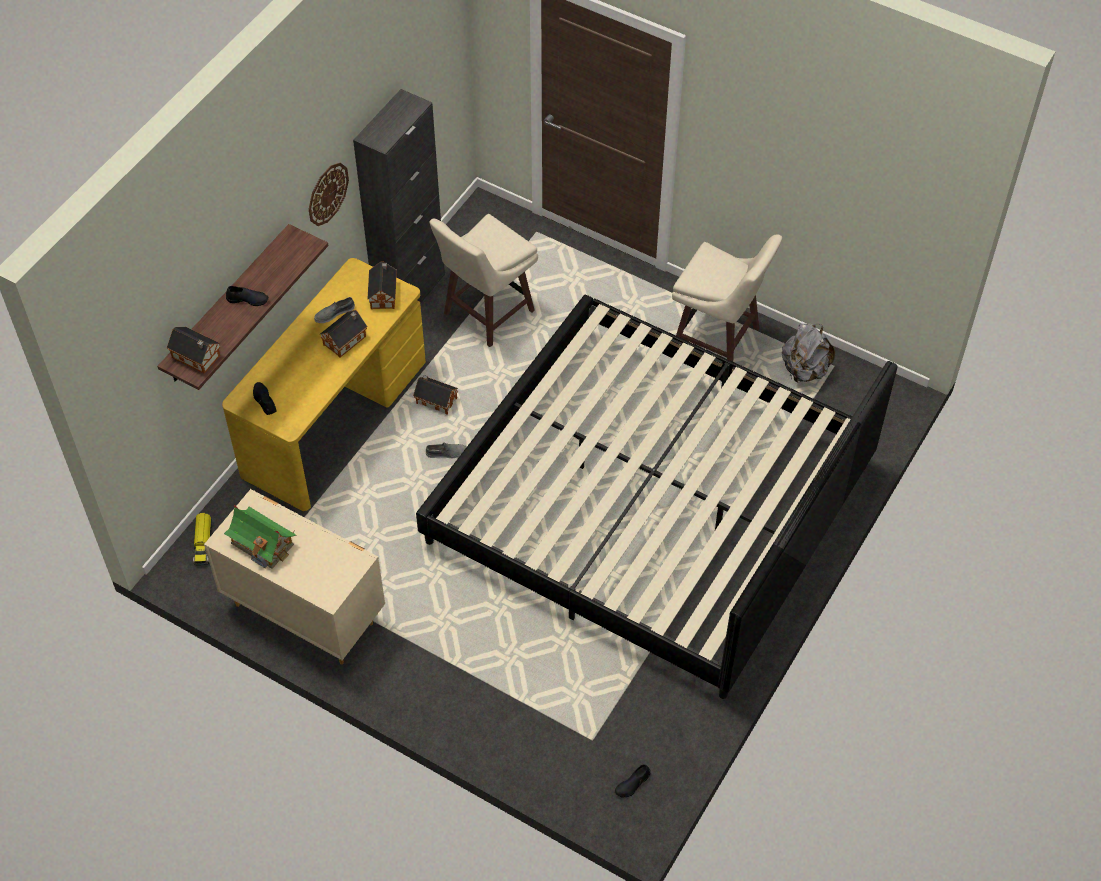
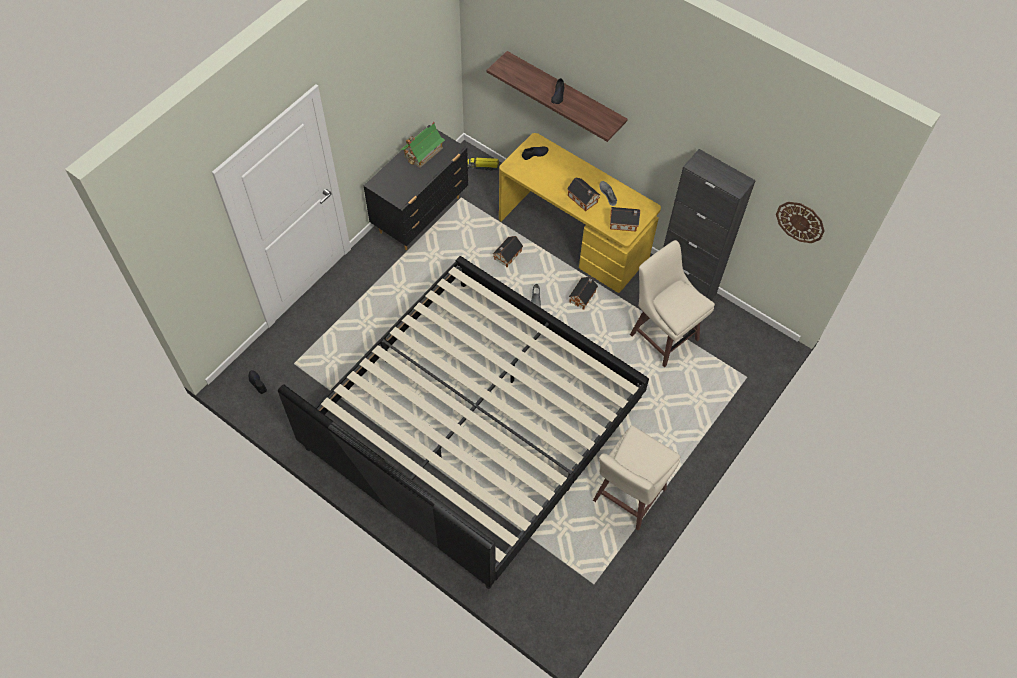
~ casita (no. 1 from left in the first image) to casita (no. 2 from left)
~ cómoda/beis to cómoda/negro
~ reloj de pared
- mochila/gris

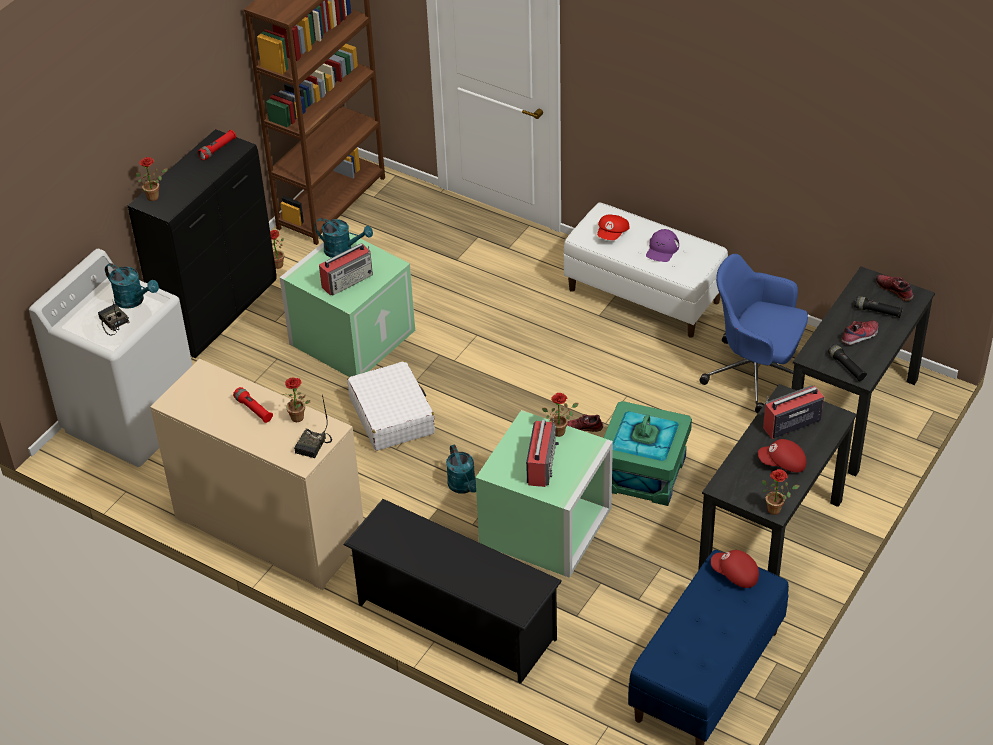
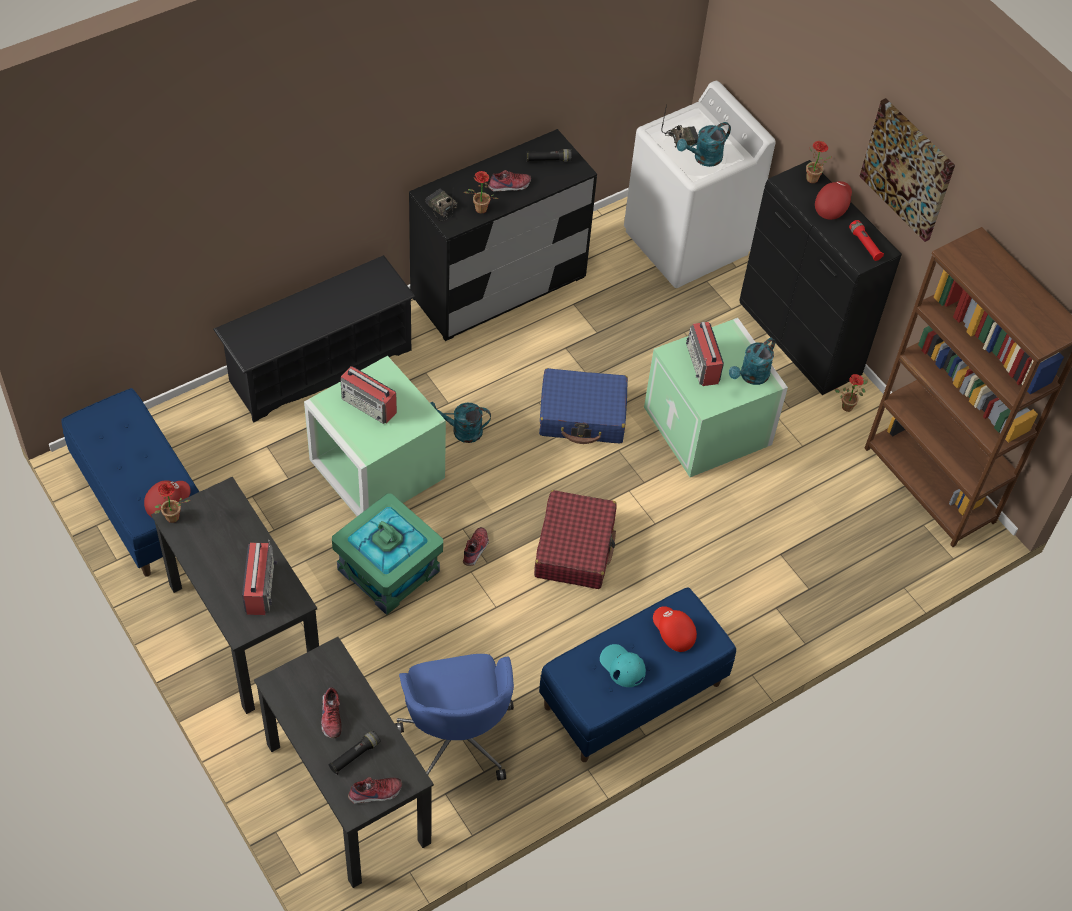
~ cómoda/beis to cómoda/negro
~ linterna/rojo (no. 2 from left) to zapato (no. 4 from left)
~ maleta/blanco to maleta/azul
- planta en maceta (no. 4 from left)
~ banco/blanco to banco/azul (no. 2 from left)
~ gorra/morado to gorra/turquesa
~ silla de oficina/azul 120 degrees clockwise
~ gorra/rojo (no. 3 from left)
~ linterna/negro (no. 1 from left in the first image) to linterna/negro (no. 2 from left)
+ maleta/rojo
+ cuadro

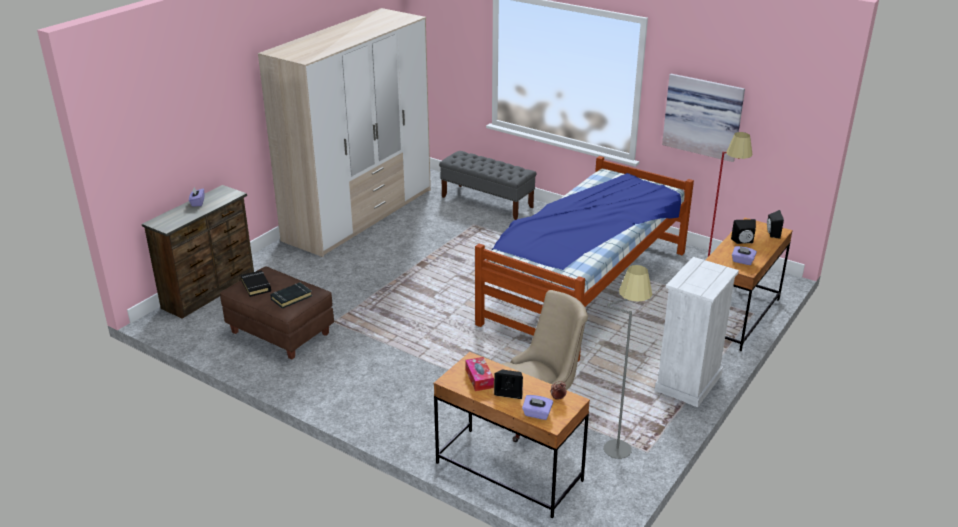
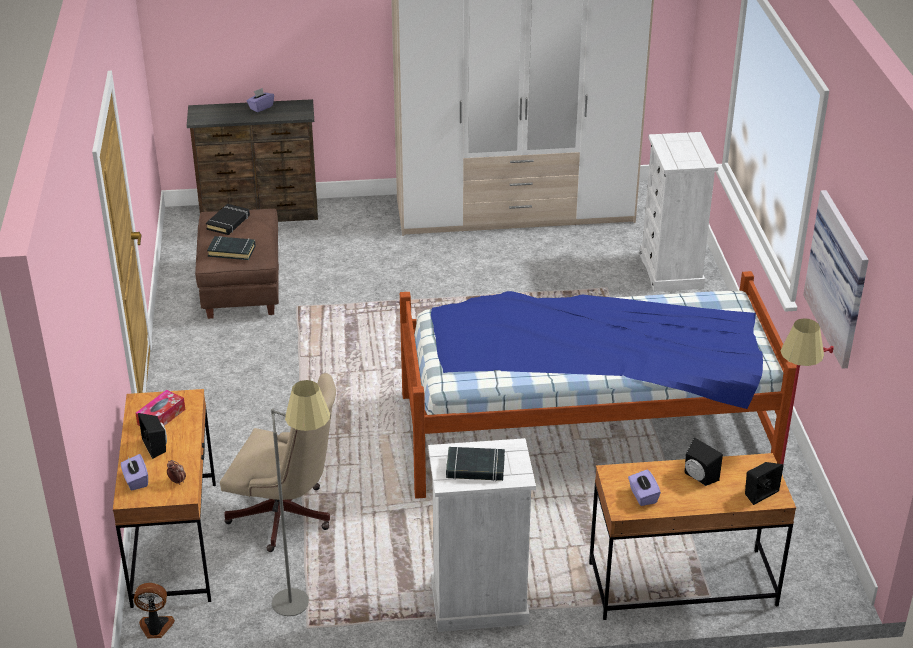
~ banco/gris to cómoda/blanco (no. 2 from left)
+ ventilador
+ libro/negro (no. 3 from left)

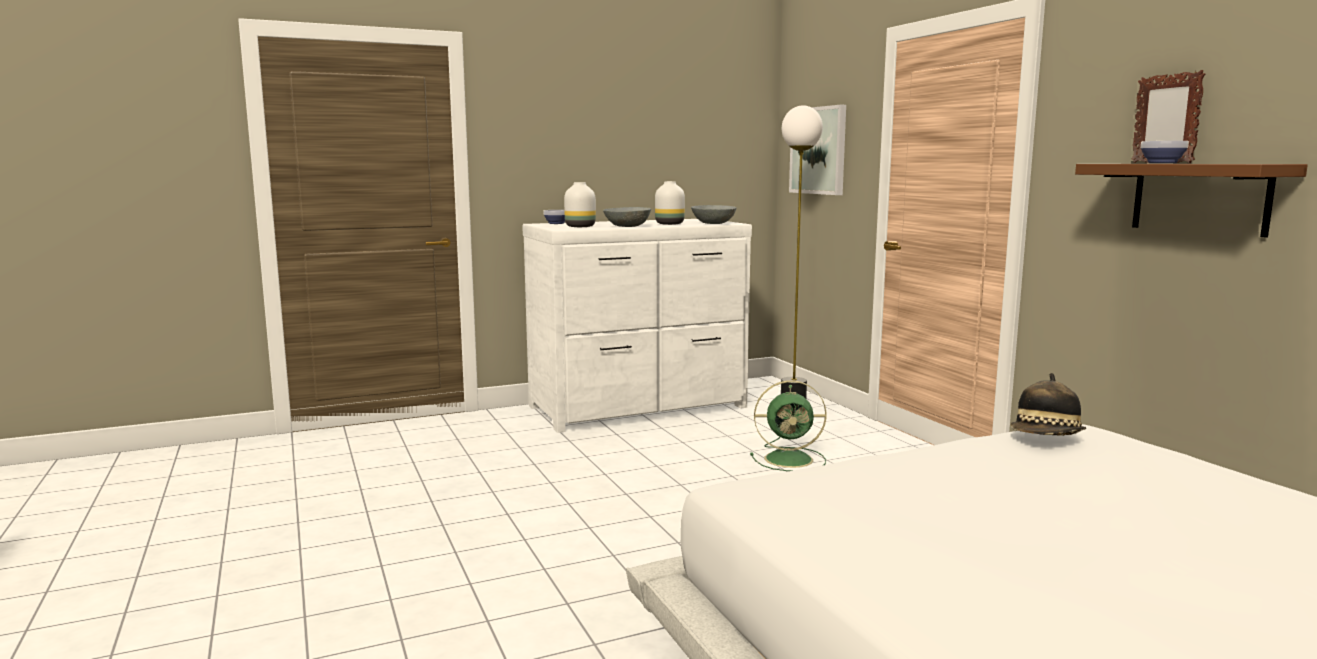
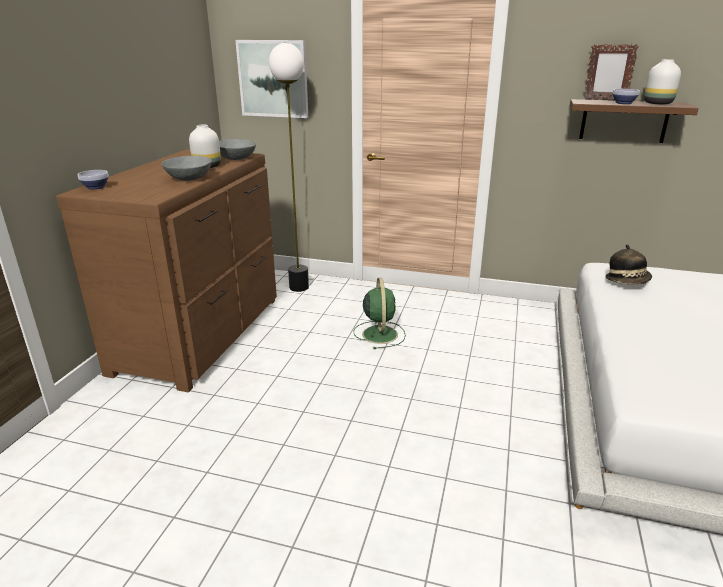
~ cómoda/blanco to cómoda/marrón
~ florero/blanco (no. 1 from left in the first image) to florero/blanco (no. 2 from left)
~ ventilador/verde 45 degrees counterclockwise

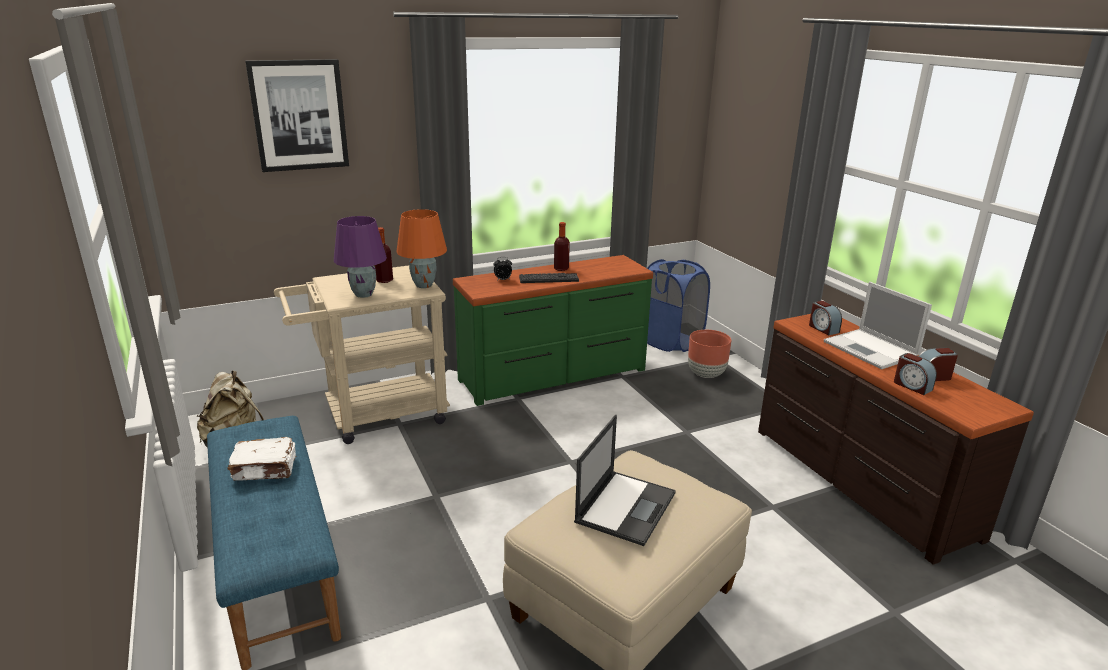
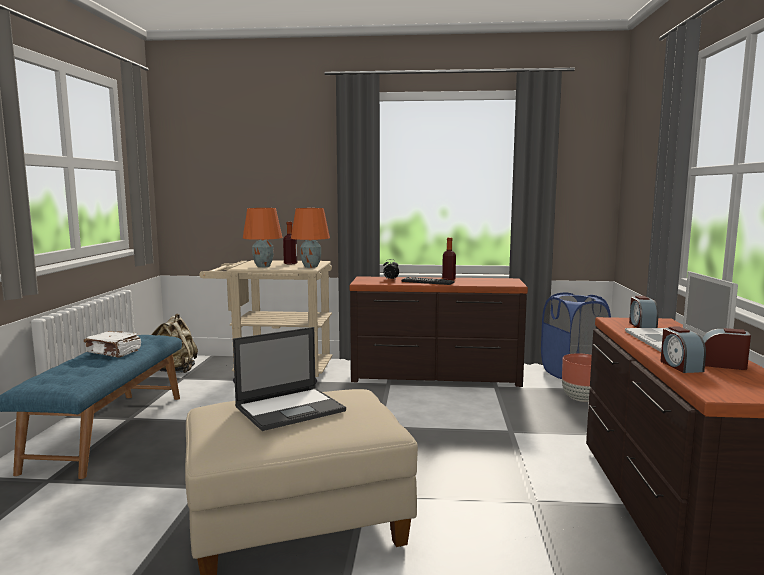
- cuadro
~ lámpara de mesa/morado to lámpara de mesa/naranja (no. 1 from left)
~ cómoda/verde to cómoda/marrón (no. 1 from left)

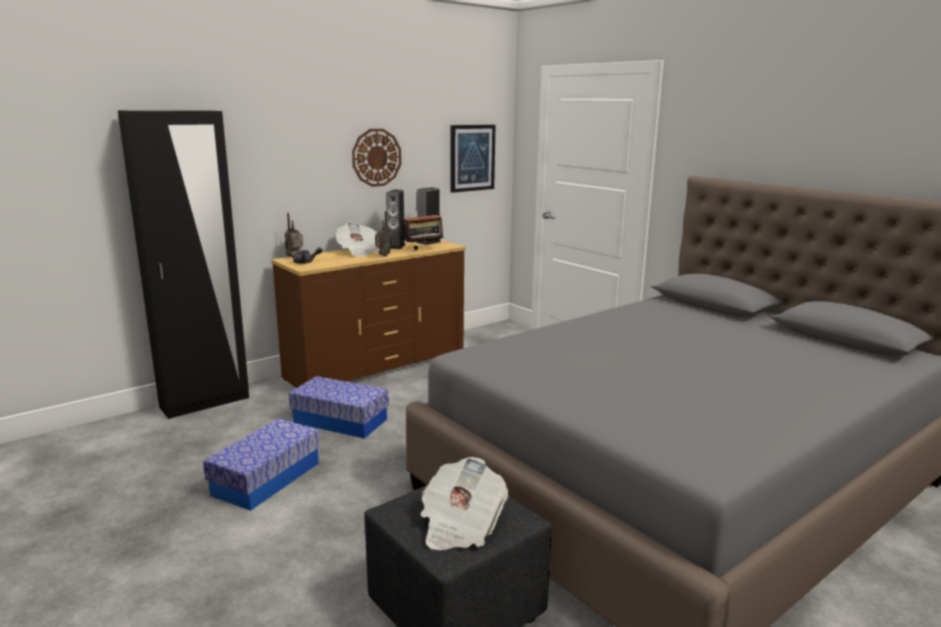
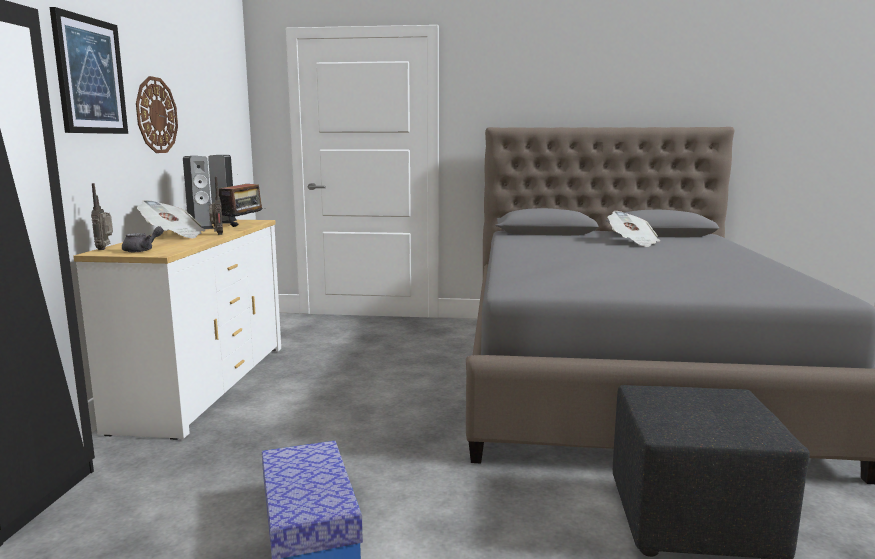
~ cómoda/marrón to cómoda/blanco
- caja de almacenaje (no. 2 from left)
~ periódico (no. 2 from left)
~ cuadro

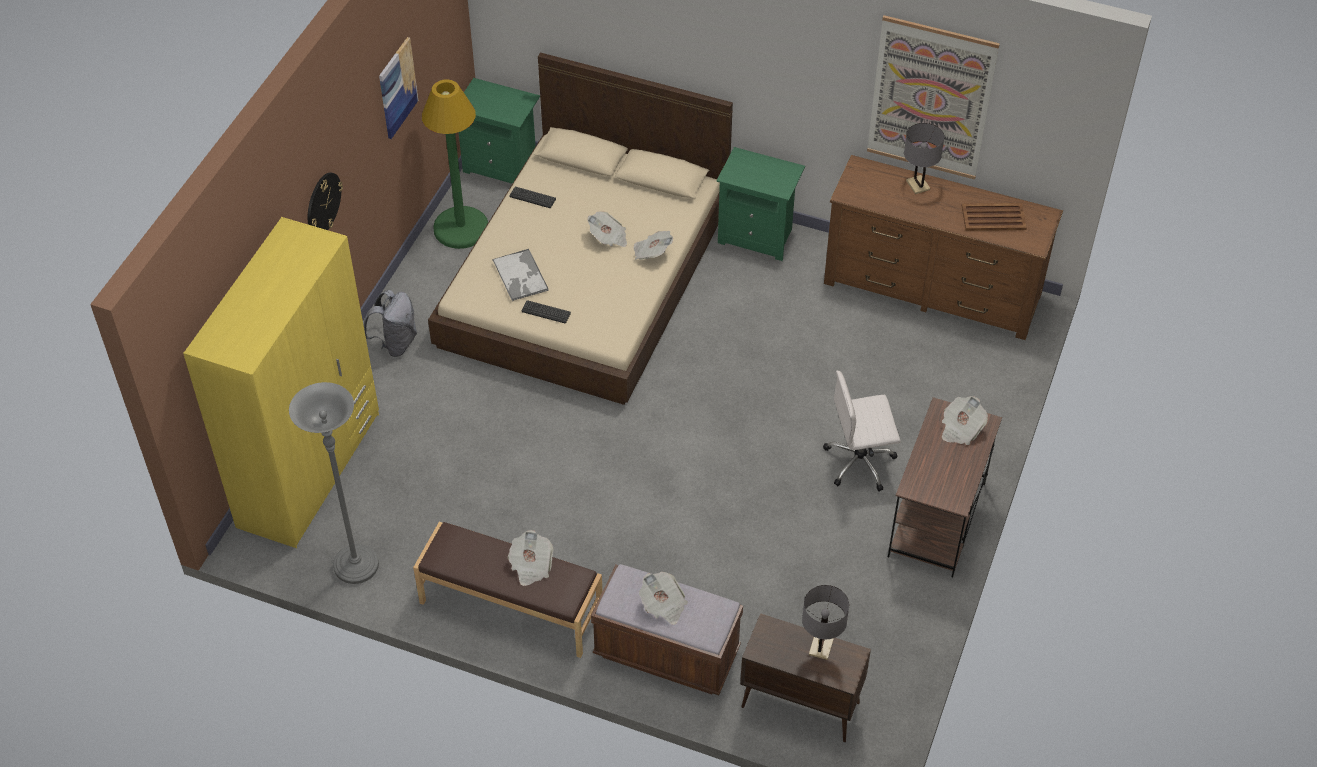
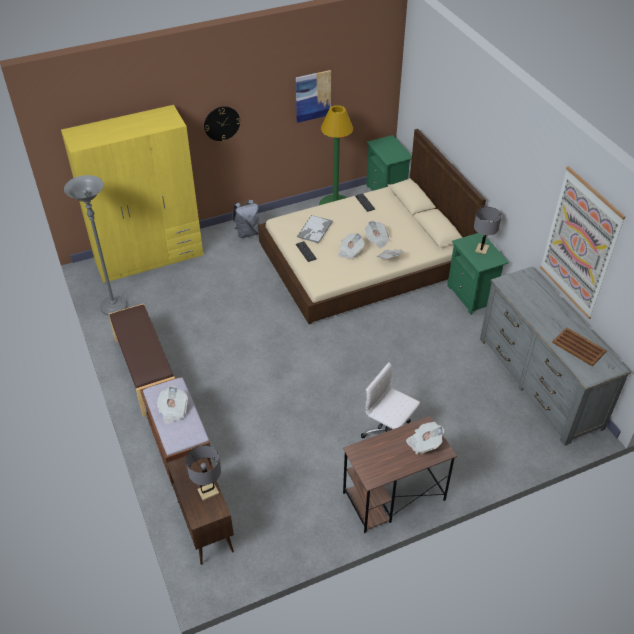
~ periódico (no. 1 from left in the first image) to periódico (no. 2 from left)
~ cómoda/marrón to cómoda/gris
~ lámpara de mesa/gris (no. 2 from left)

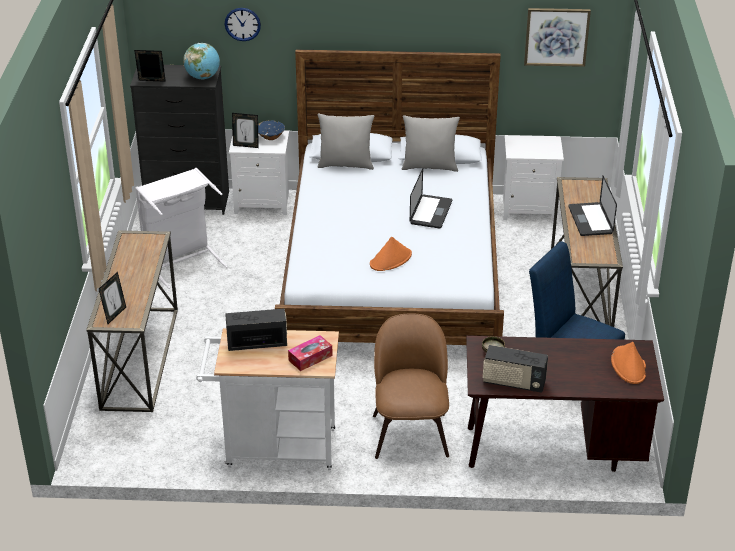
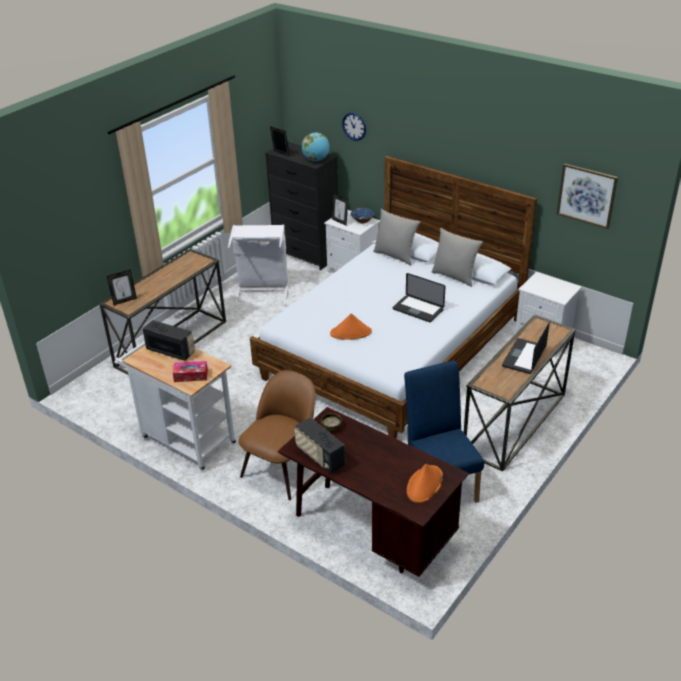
~ portátil (no. 1 from left) 75 degrees clockwise

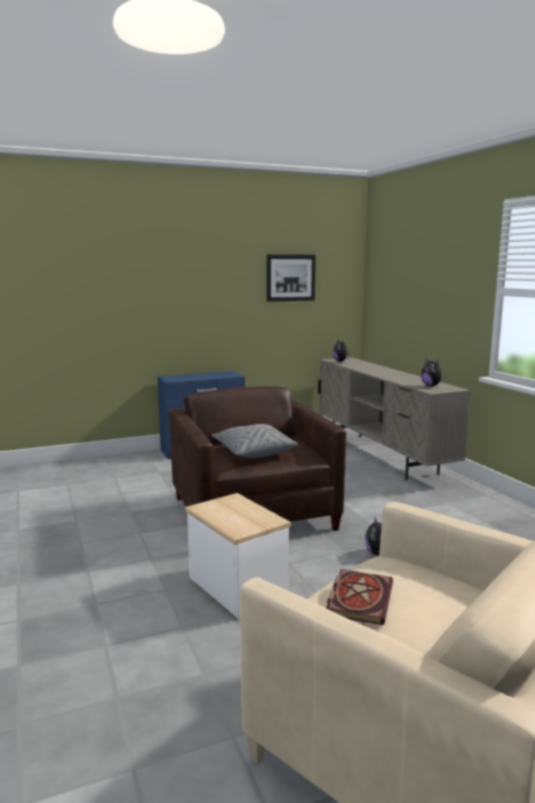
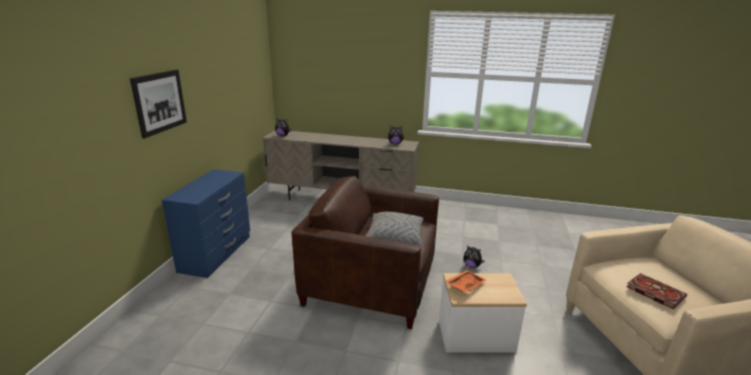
~ cuadro
+ bandeja/naranja

